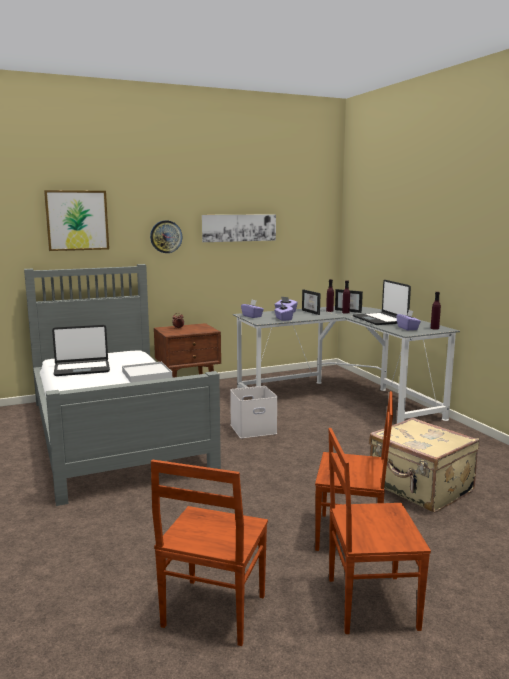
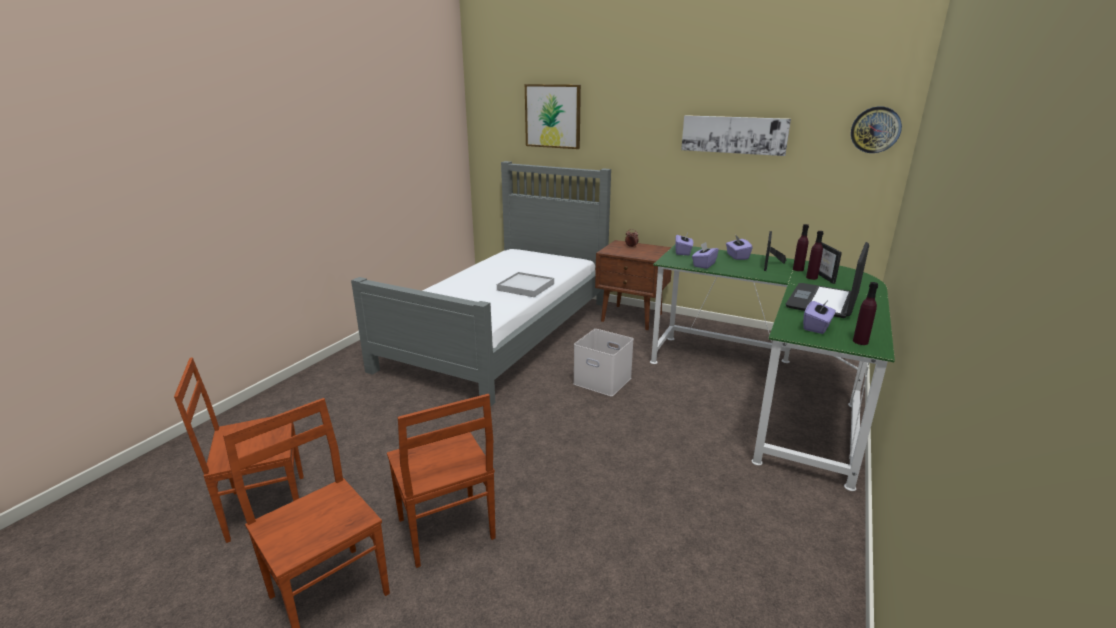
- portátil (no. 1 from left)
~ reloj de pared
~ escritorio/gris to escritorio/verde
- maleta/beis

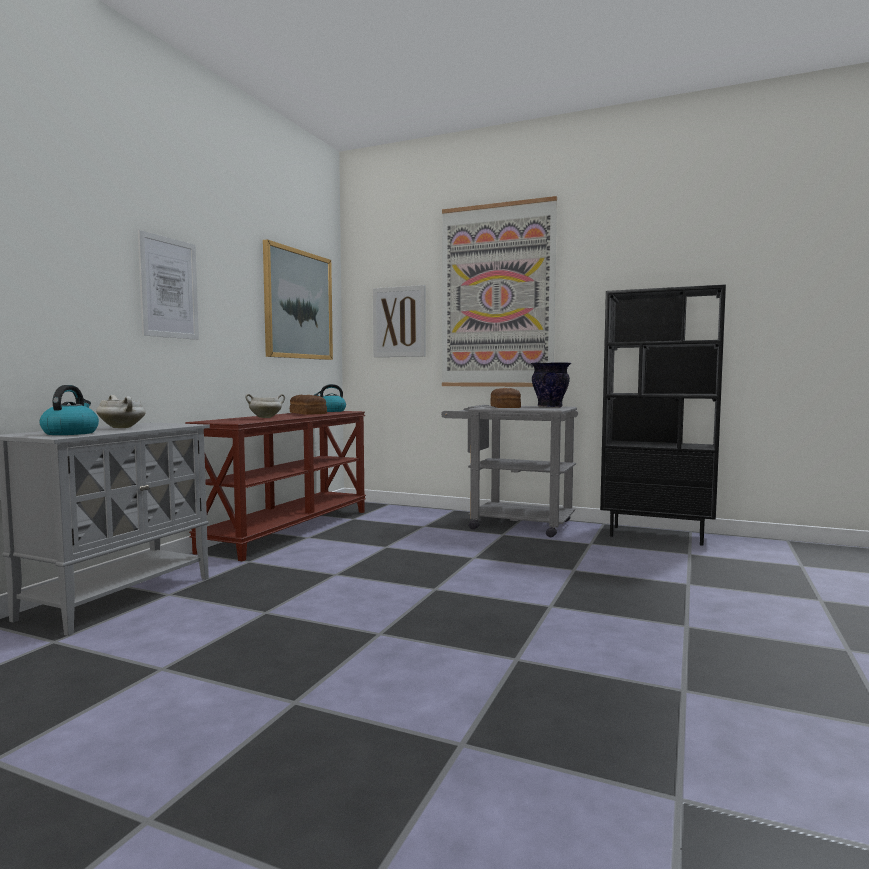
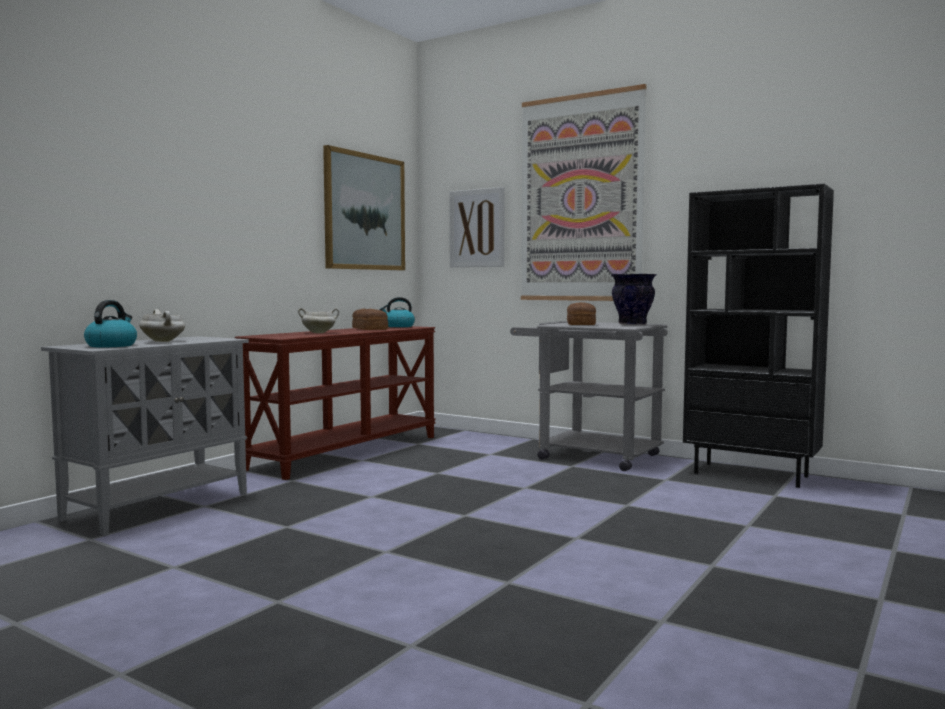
- cuadro (no. 1 from left)

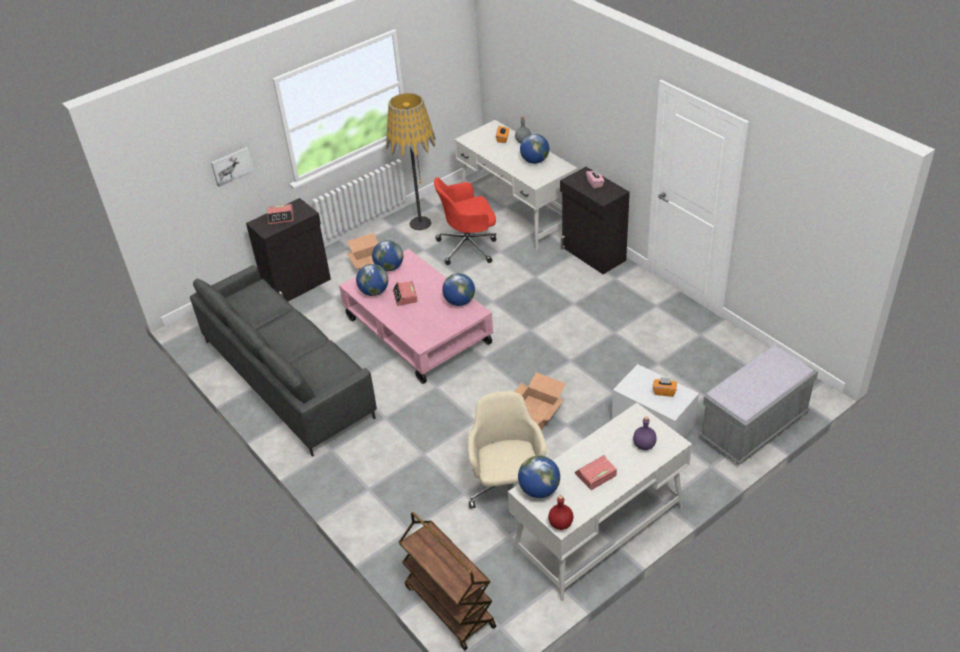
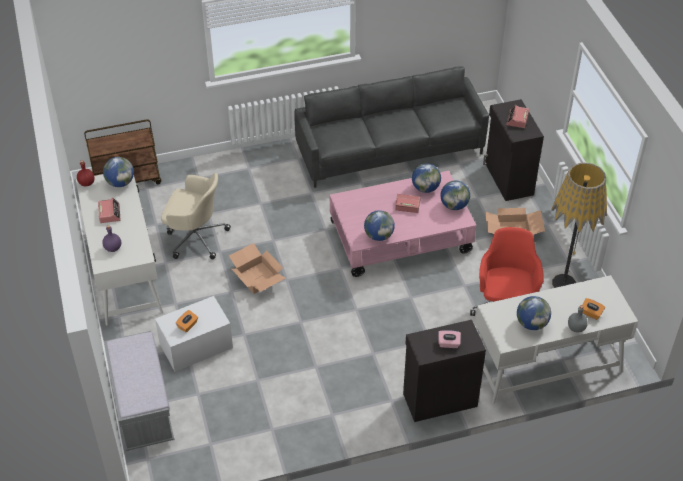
- cuadro

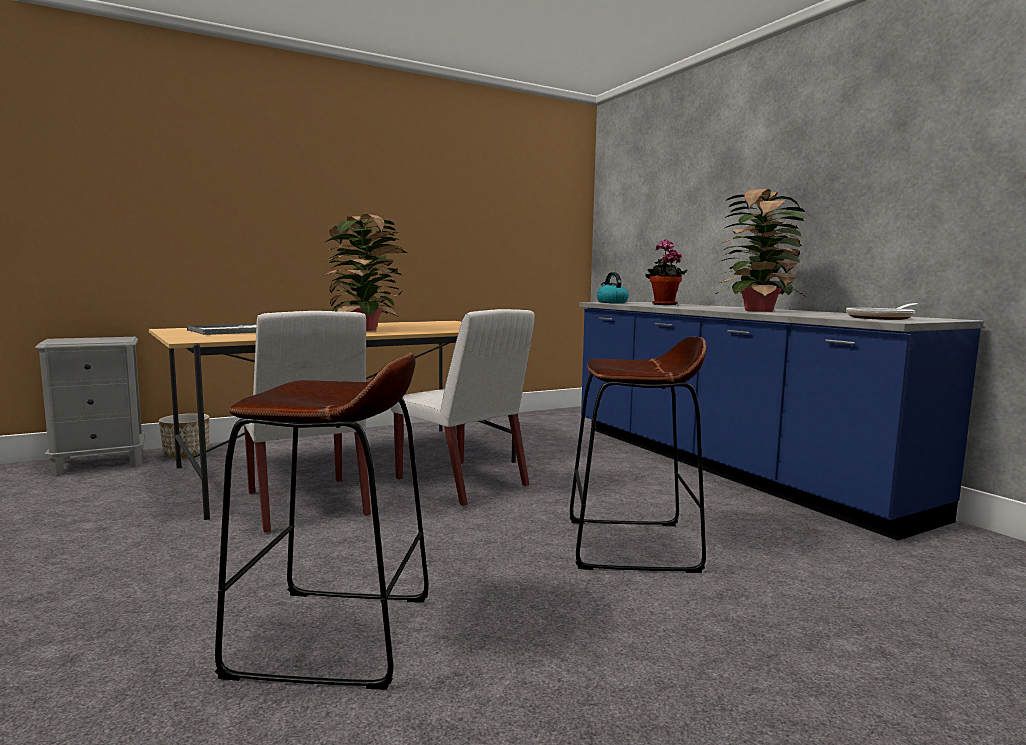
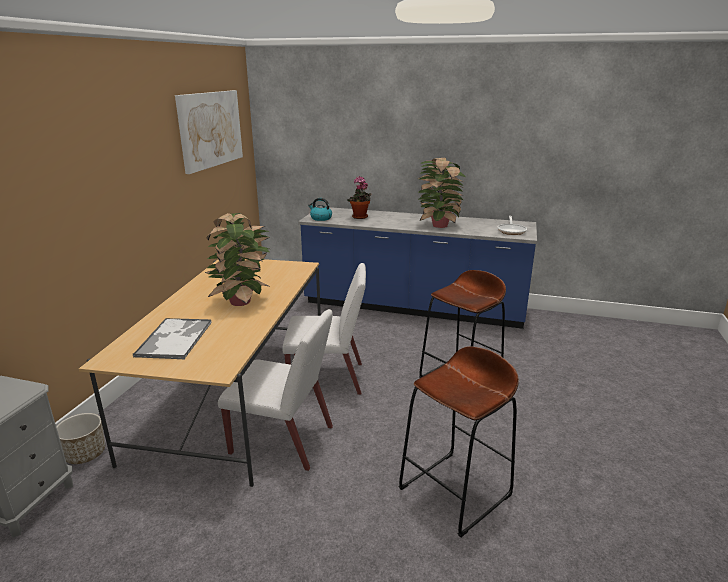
+ cuadro

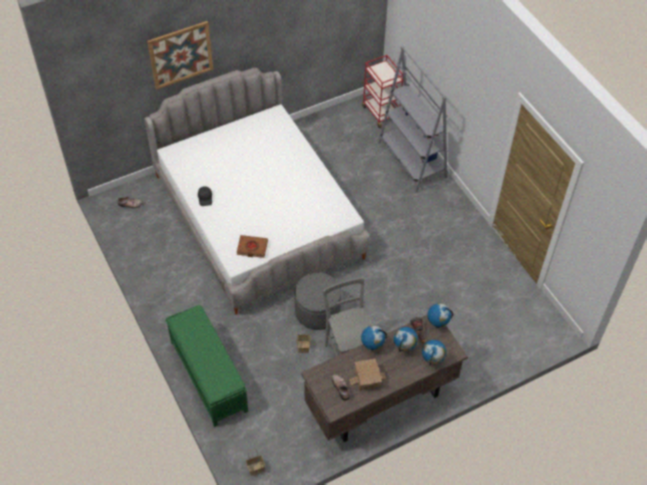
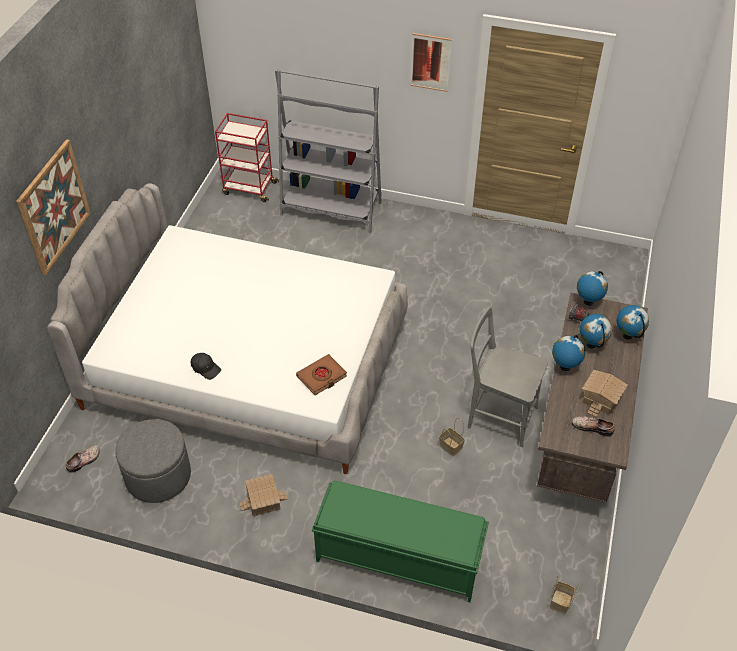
~ puf/gris
+ casita (no. 1 from left)
+ cuadro (no. 2 from left)

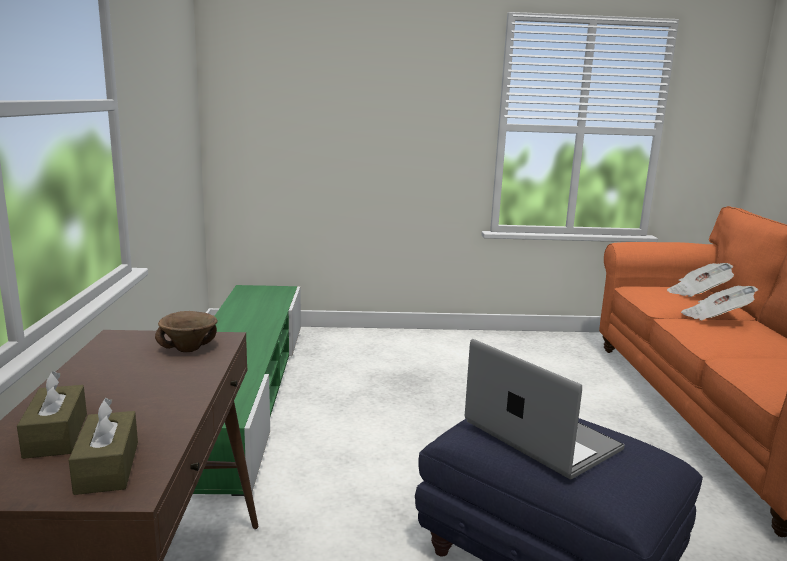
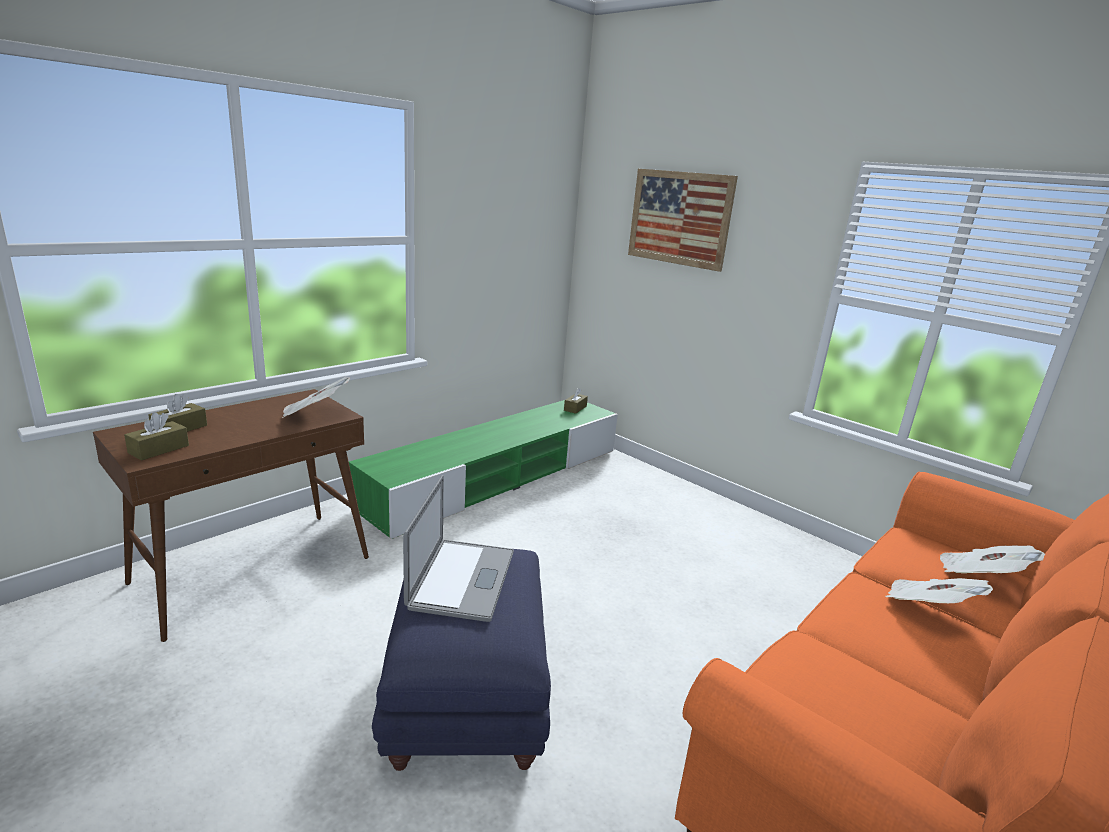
~ cuenco/marrón to periódico (no. 1 from left)
+ caja de pañuelos/marrón (no. 3 from left)
+ cuadro

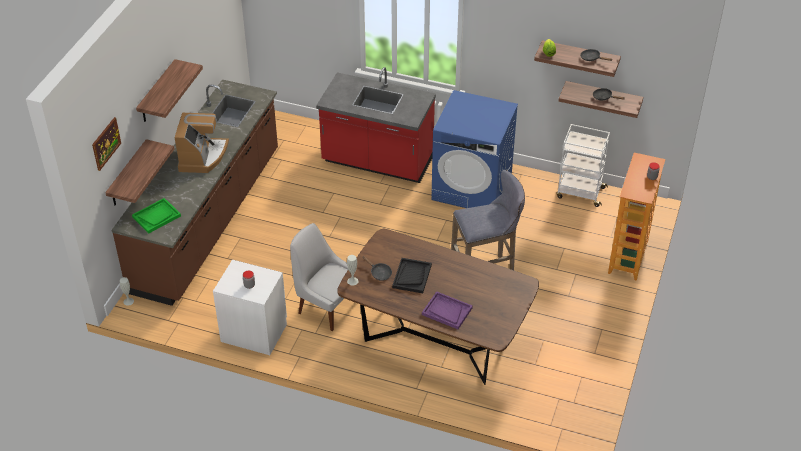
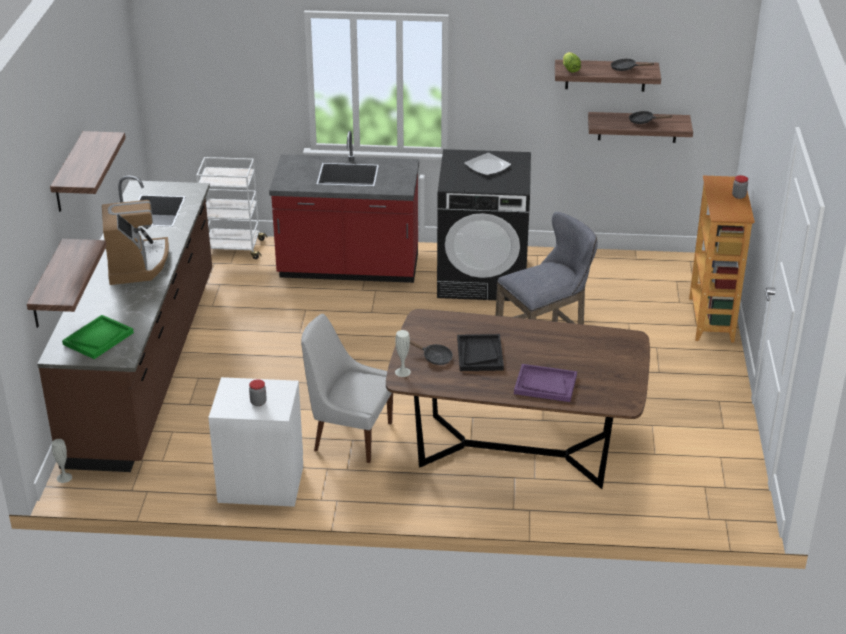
- cuadro
~ lavadora/azul to lavadora/negro
~ carrito/blanco
+ plato

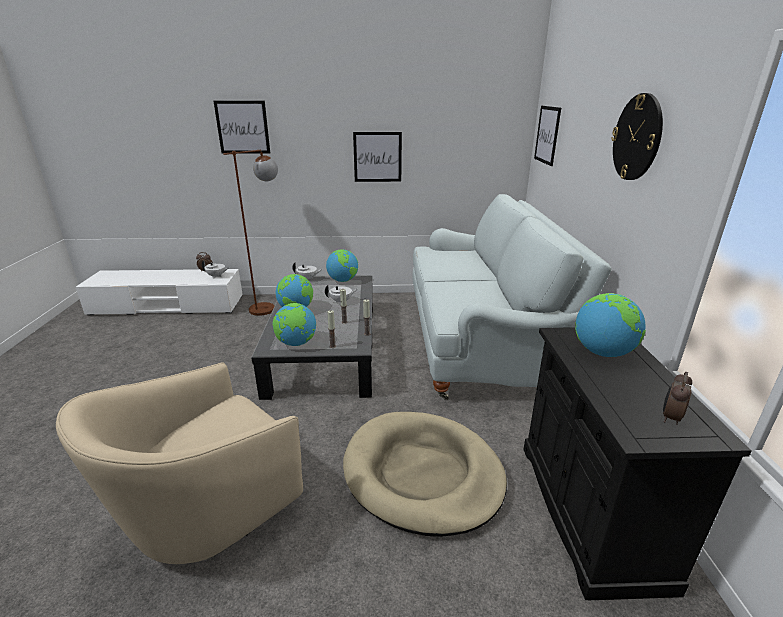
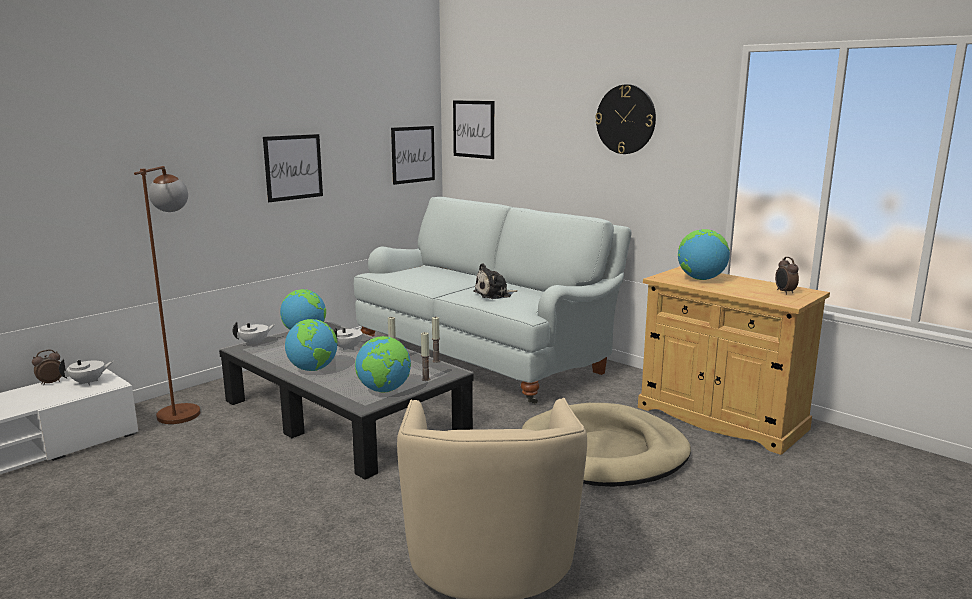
~ cuadro (no. 1 from left in the first image) to cuadro (no. 2 from left)
~ armario/negro to armario/beis
+ peluche

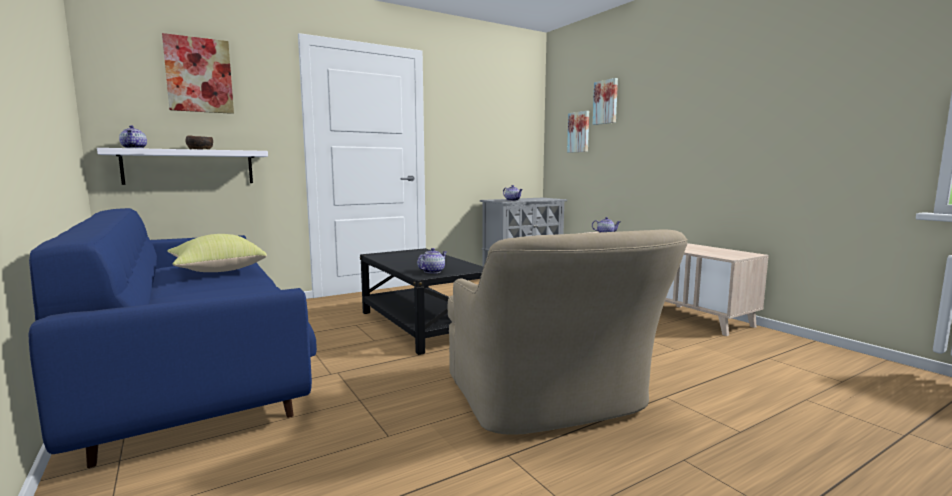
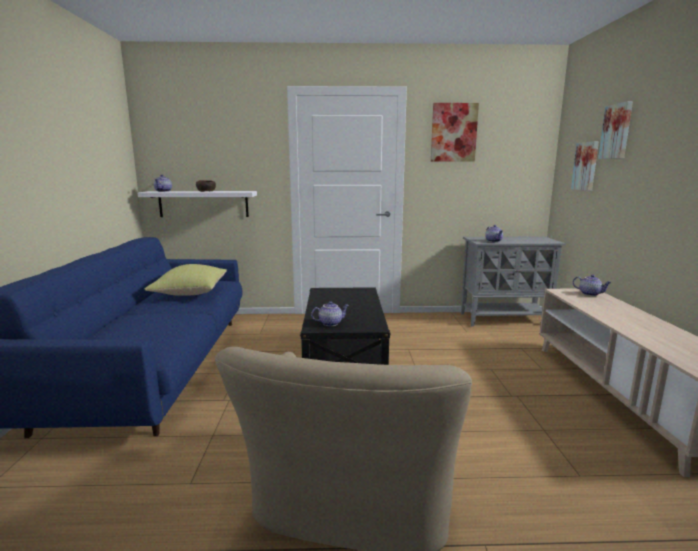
~ cuadro (no. 1 from left)

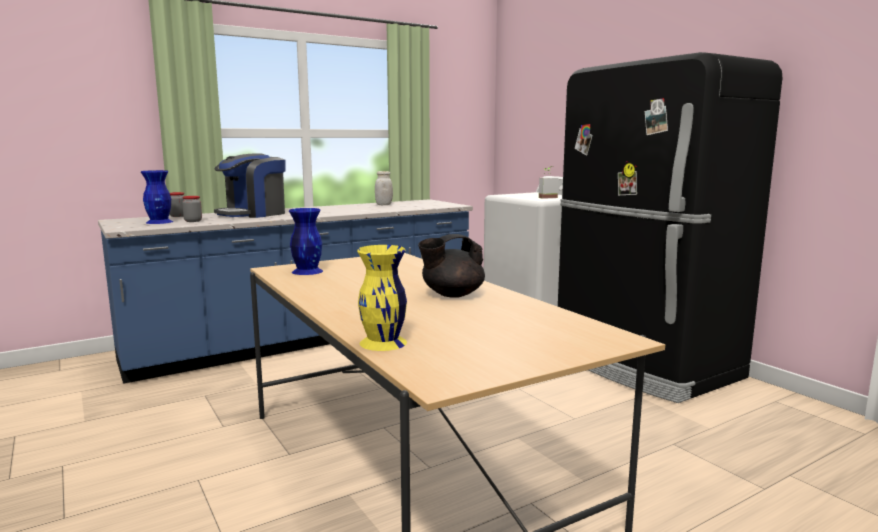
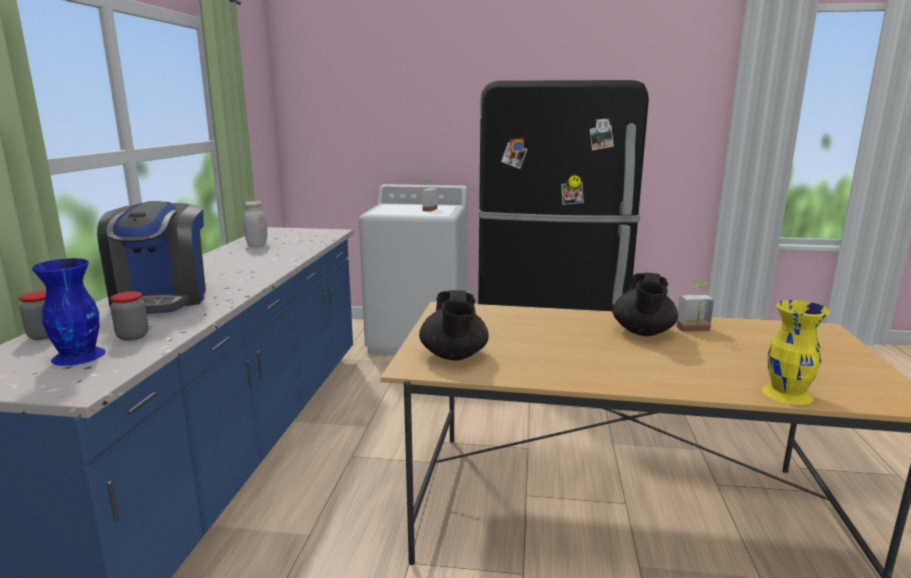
~ florero/azul (no. 2 from left) to tetera/negro (no. 1 from left)
+ planta en maceta (no. 2 from left)

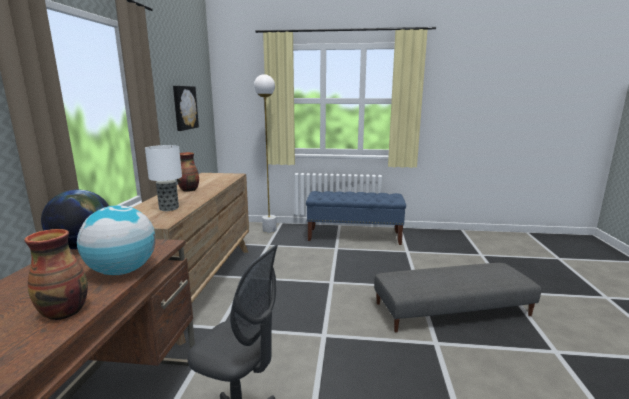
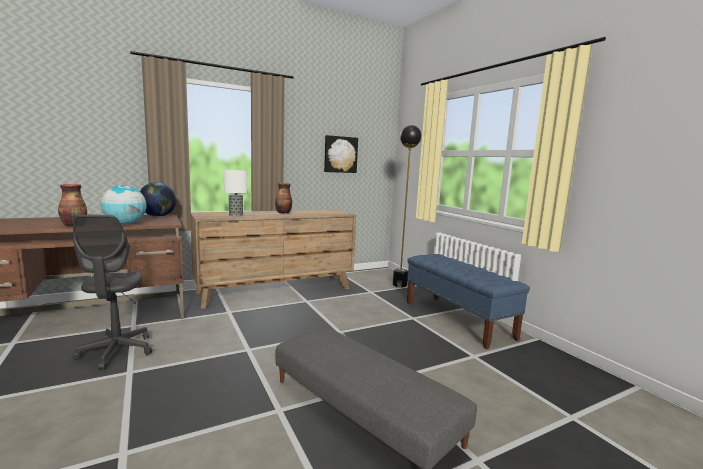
~ lámpara de pie/blanco to lámpara de pie/negro

